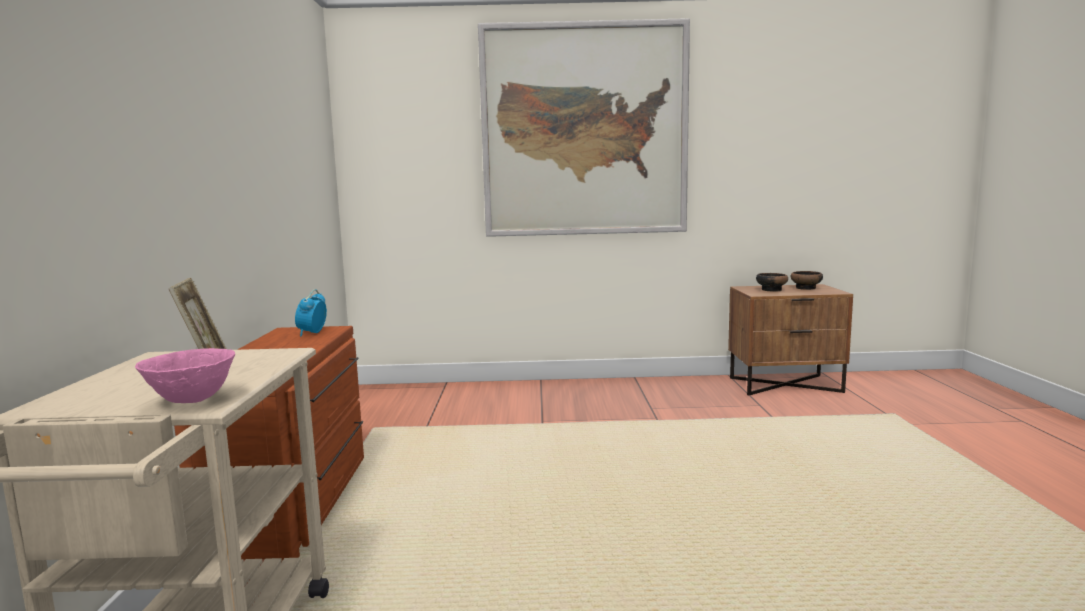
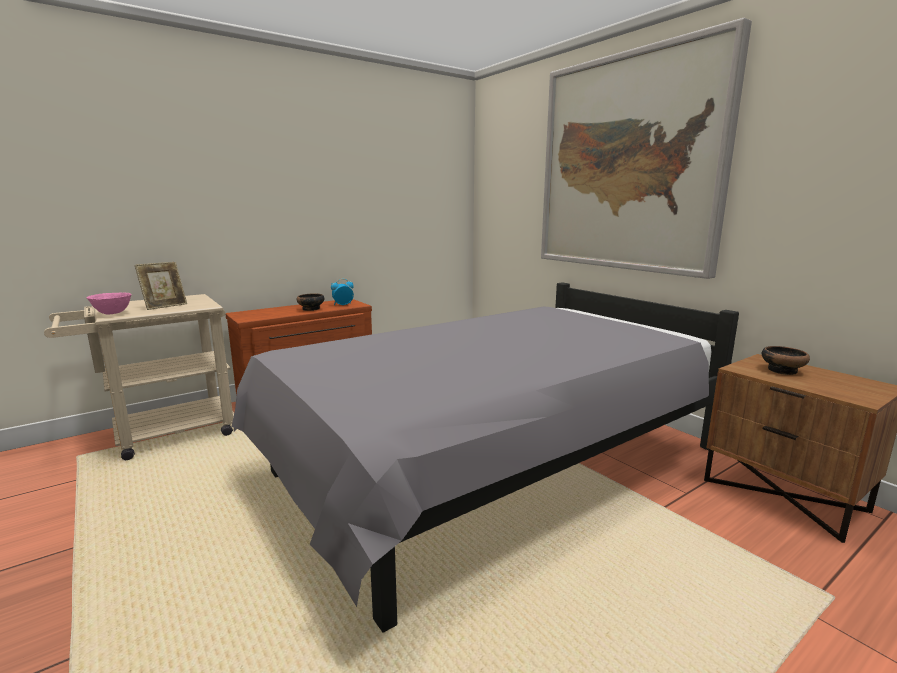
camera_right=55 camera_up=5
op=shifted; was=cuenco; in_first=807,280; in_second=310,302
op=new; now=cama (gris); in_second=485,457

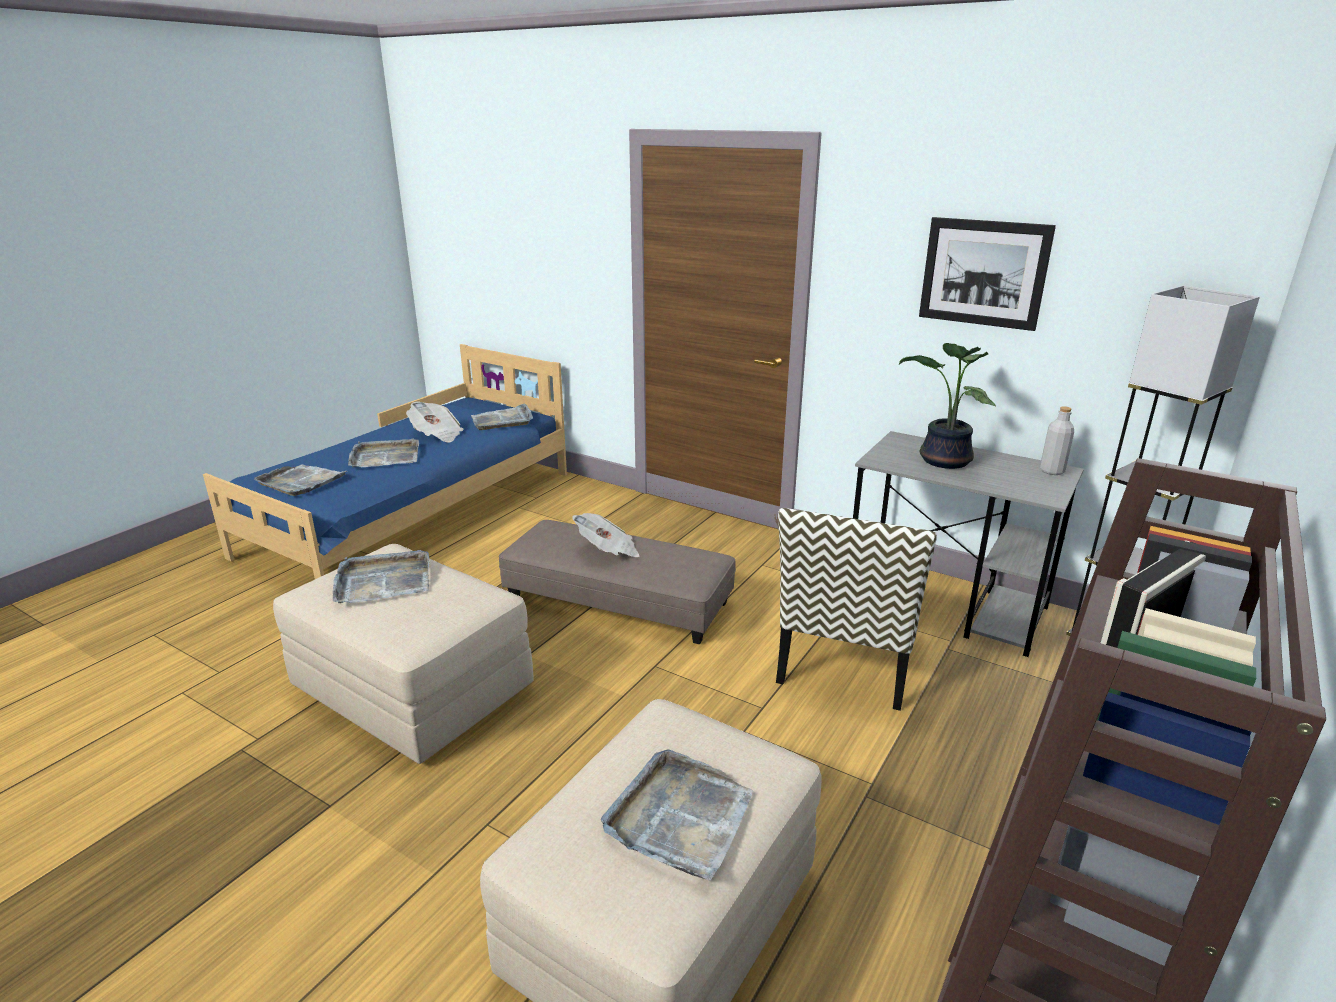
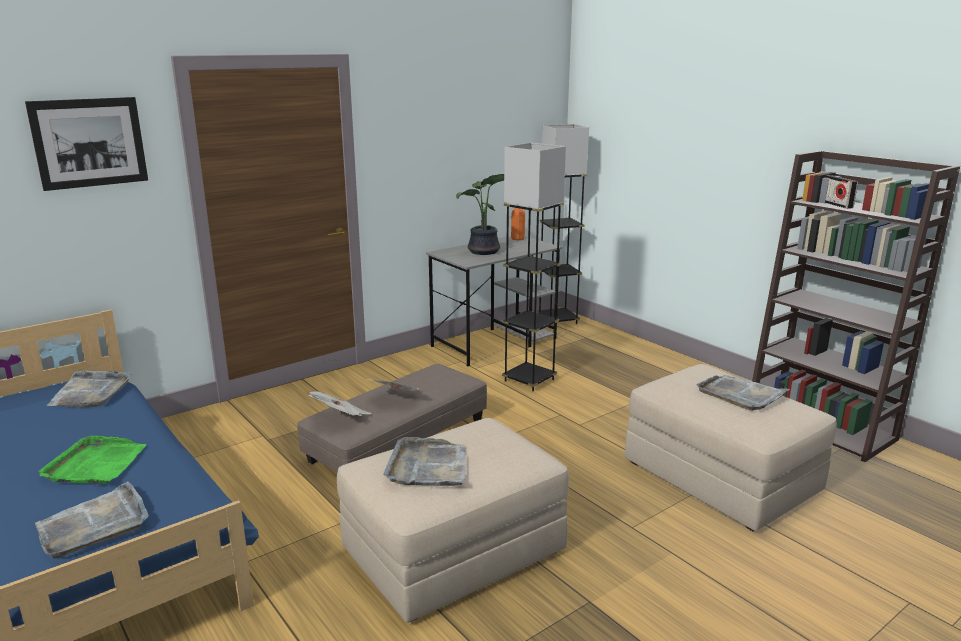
camera_right=-70 camera_up=-5
op=repainted; was=bandeja (gris); now=bandeja (verde); in_first=383,453; in_second=92,460
op=shifted; was=periódico; in_first=435,421; in_second=339,403
op=swapped; was=silla; now=lámpara de pie (gris); in_first=856,609; in_second=534,267
op=shifted; was=cuadro; in_first=987,274; in_second=86,144
op=repainted; was=botella (gris); now=botella (naranja); in_first=1057,440; in_second=518,222

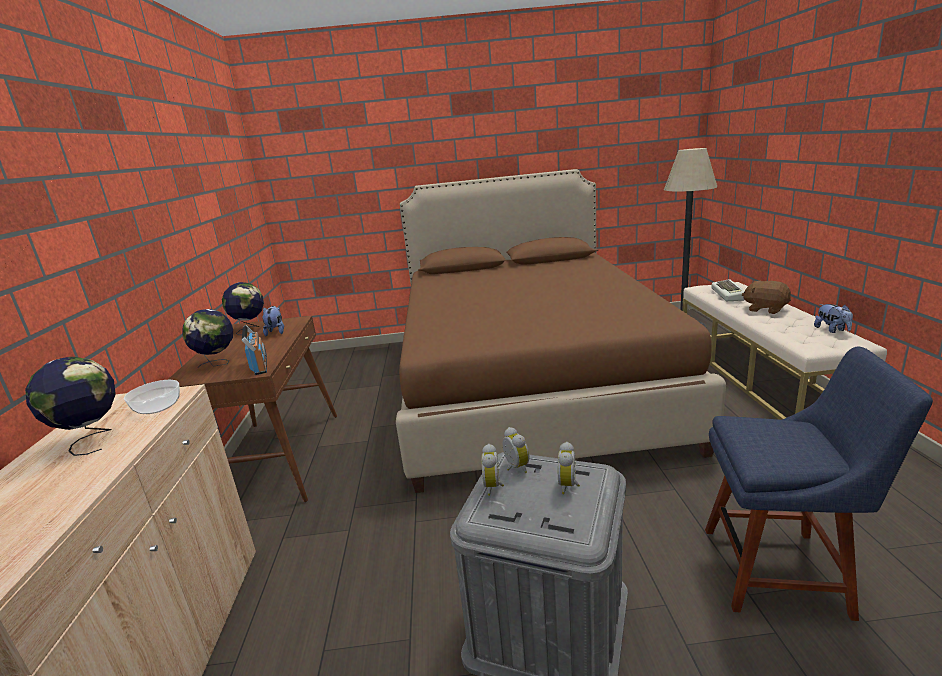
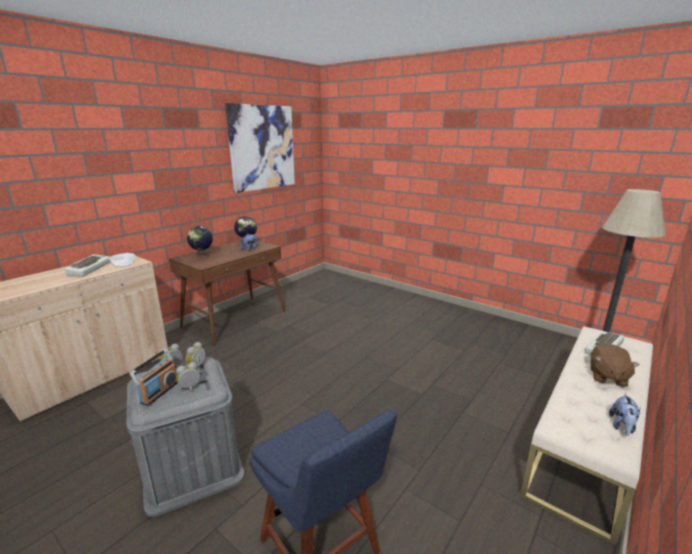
camera_right=40 camera_up=0
op=swapped; was=globo terráqueo; now=teclado; in_first=70,406; in_second=87,265
op=shifted; was=radio; in_first=254,350; in_second=153,377
op=gone; was=cama (marrón); in_first=561,331
op=rotated; was=peluche (marrón); in_first=766,297; in_second=614,365; clockwise=-150
op=new; now=cuadro; in_second=260,148

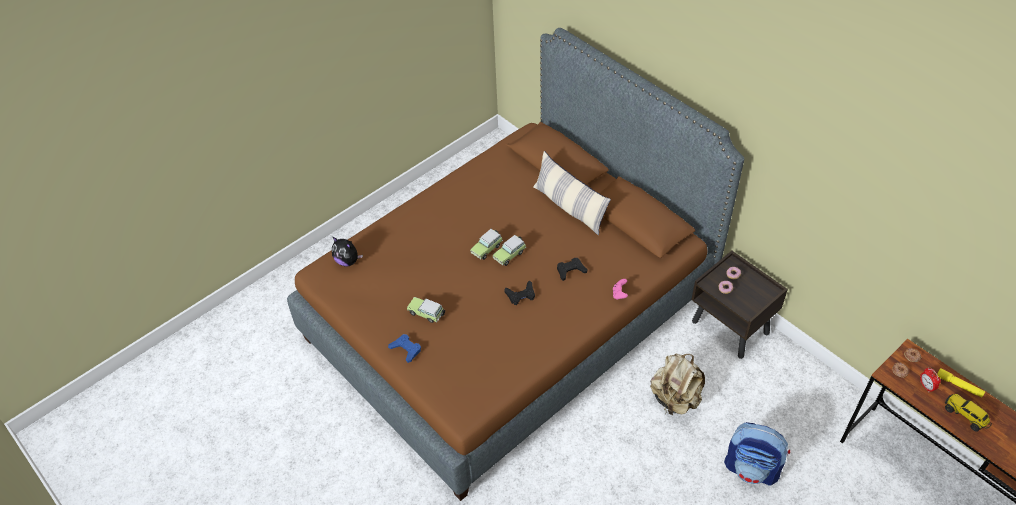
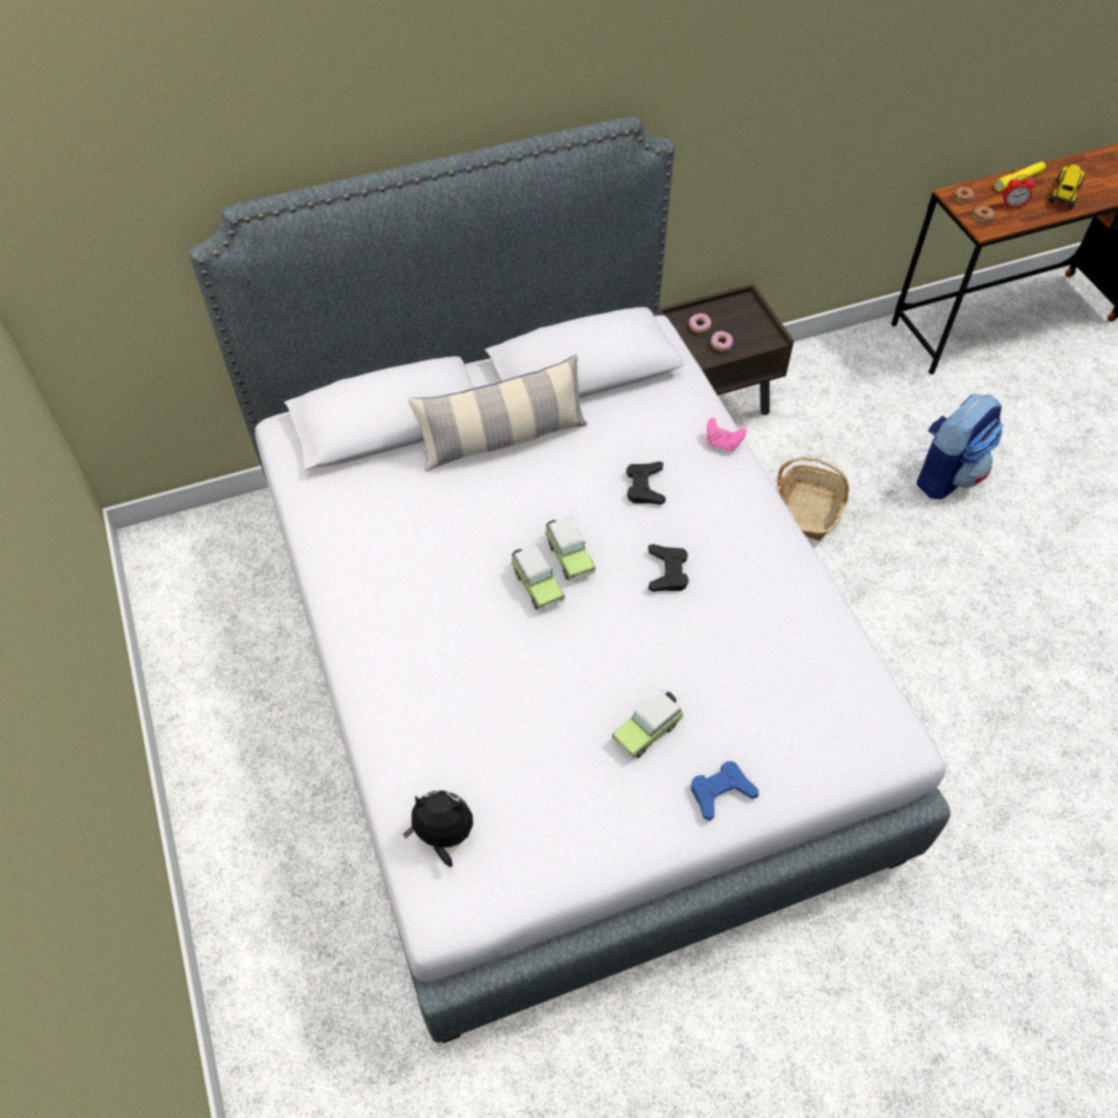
camera_right=-70 camera_up=5
op=repainted; was=cama (marrón); now=cama (gris); in_first=515,264; in_second=569,579
op=rotated; was=peluche; in_first=347,251; in_second=438,829; clockwise=-135
op=swapped; was=mochila (beis); now=cesta; in_first=677,384; in_second=813,498
op=rotated; was=camión de juguete; in_first=968,413; in_second=1066,186; clockwise=135

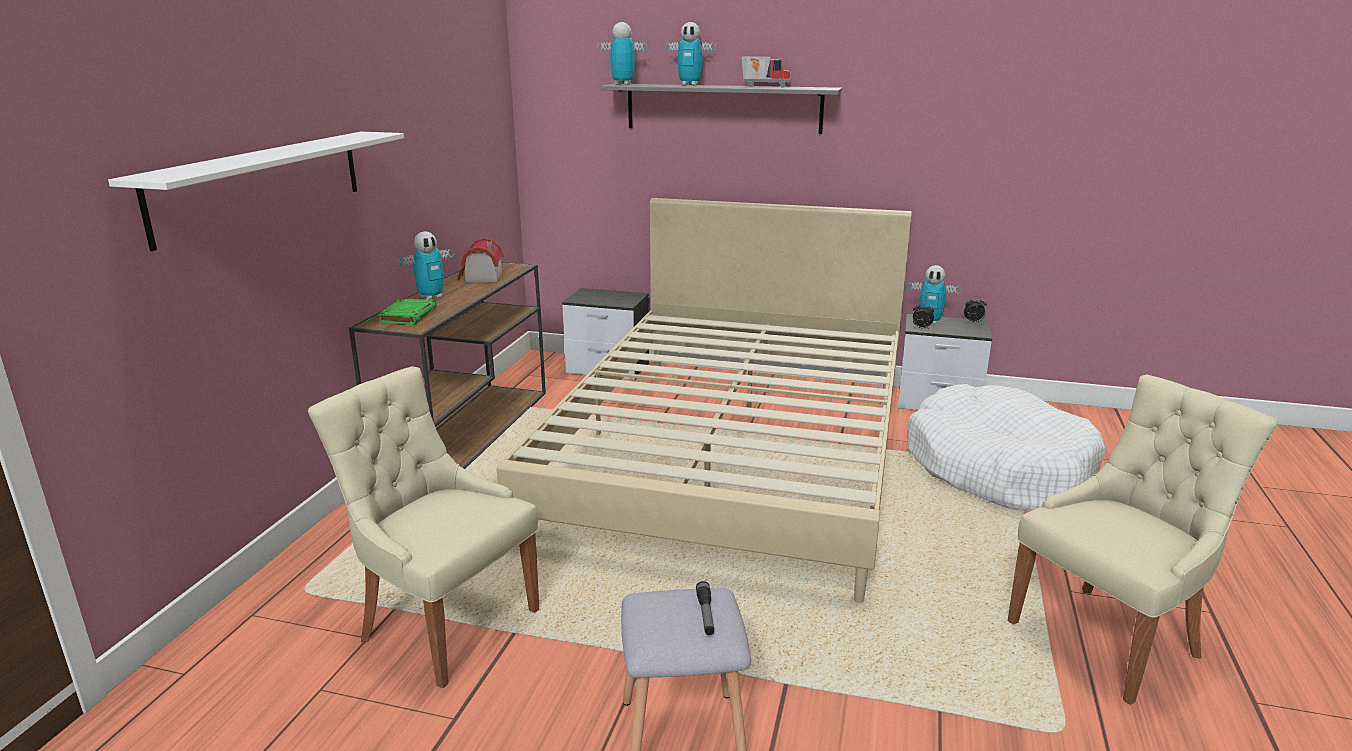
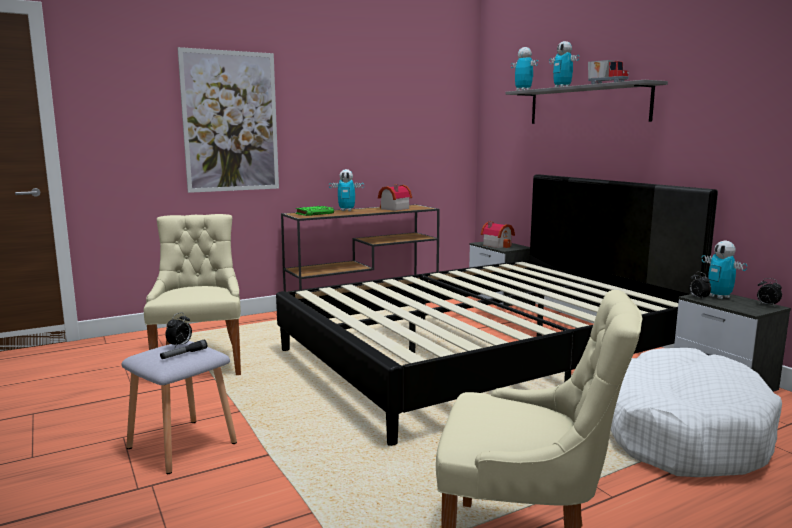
camera_right=45 camera_up=-10
op=swapped; was=estante (blanco); now=cuadro; in_first=256,191; in_second=228,120
op=repainted; was=cama (beis); now=cama (negro); in_first=704,401; in_second=497,310
op=new; now=despertador; in_second=179,330
op=new; now=casita; in_second=498,234

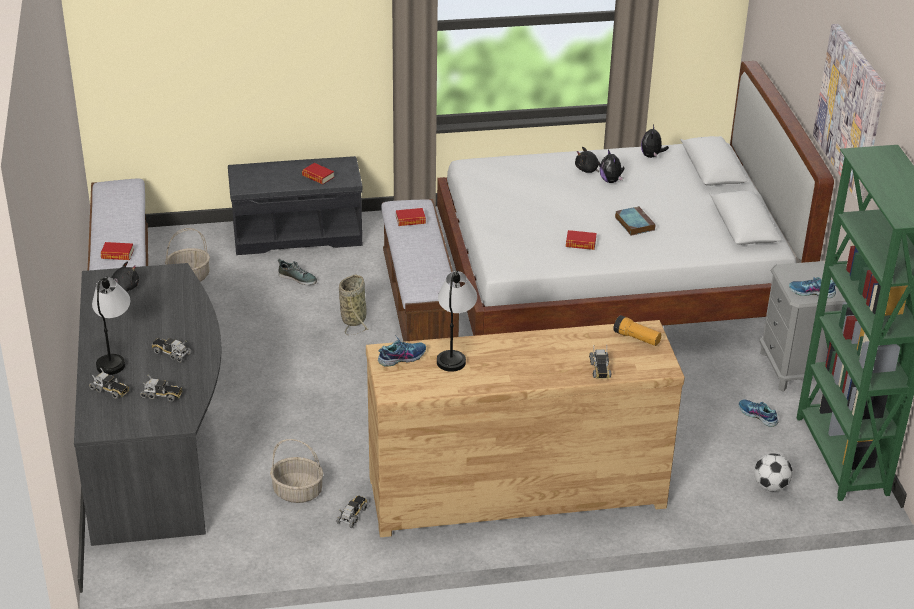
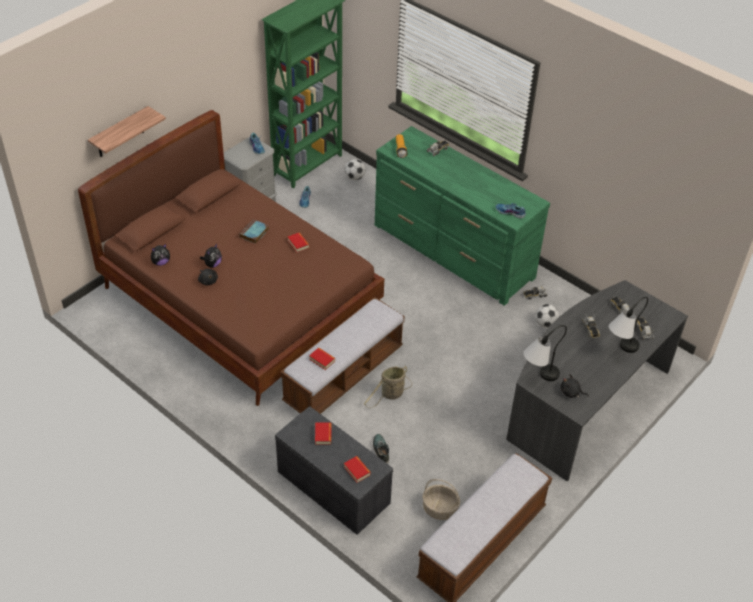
camera_right=-130 camera_up=10
op=shifted; was=libro; in_first=117,251; in_second=357,469
op=swapped; was=cesta; now=balón de fútbol; in_first=296,471; in_second=547,316
op=repainted; was=cómoda (marrón); now=cómoda (verde); in_first=525,428; in_second=462,216
op=repainted; was=cama (blanco); now=cama (marrón); in_first=635,198; in_second=231,258
op=shifted; was=lámpara de mesa; in_first=457,321; in_second=545,353
op=gone; was=cuadro; in_first=849,112
op=new; now=estante; in_second=127,131

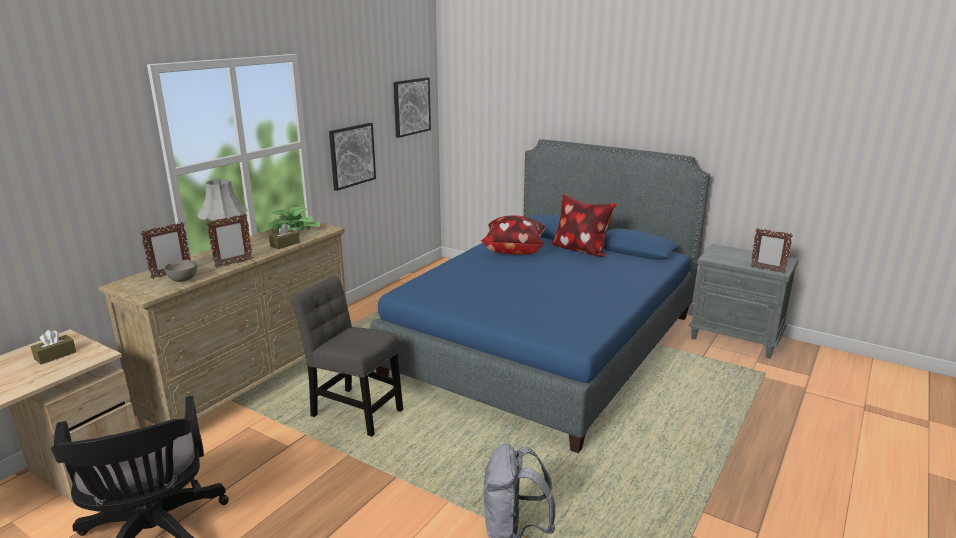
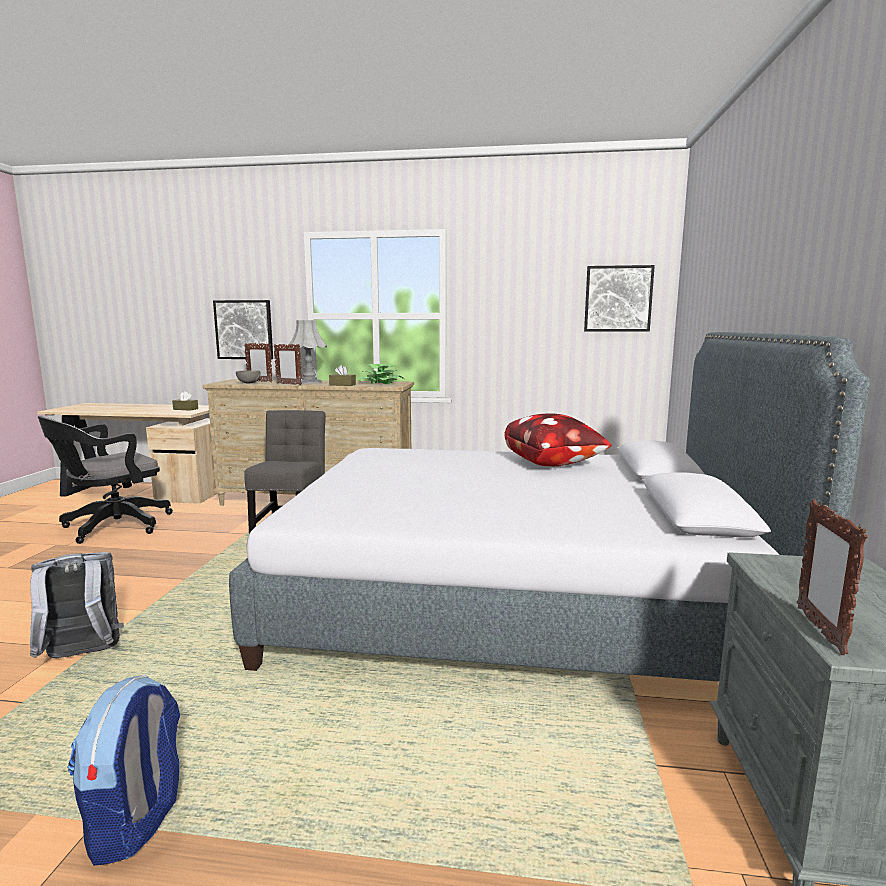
camera_right=65 camera_up=-10
op=shifted; was=cuadro; in_first=352,157; in_second=243,329
op=repainted; was=cama (azul); now=cama (gris); in_first=540,296; in_second=549,507
op=gone; was=cojín; in_first=584,225
op=new; now=mochila; in_second=123,770

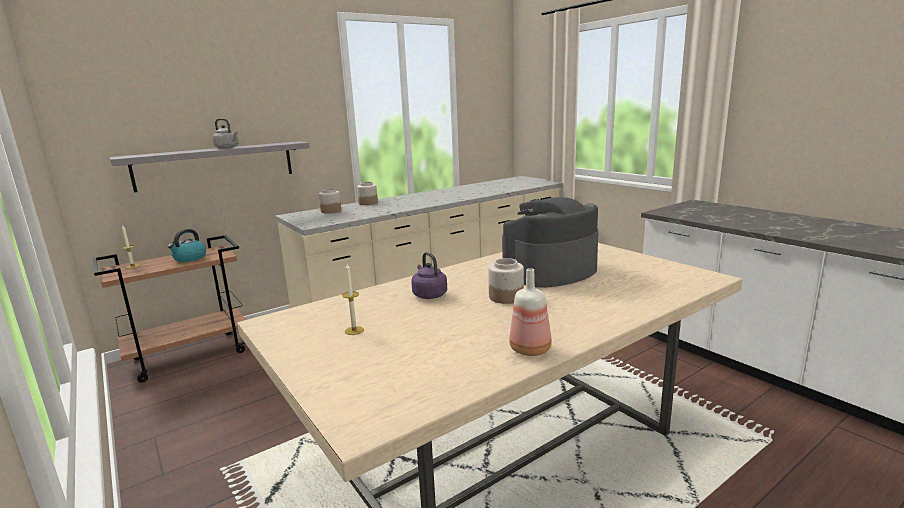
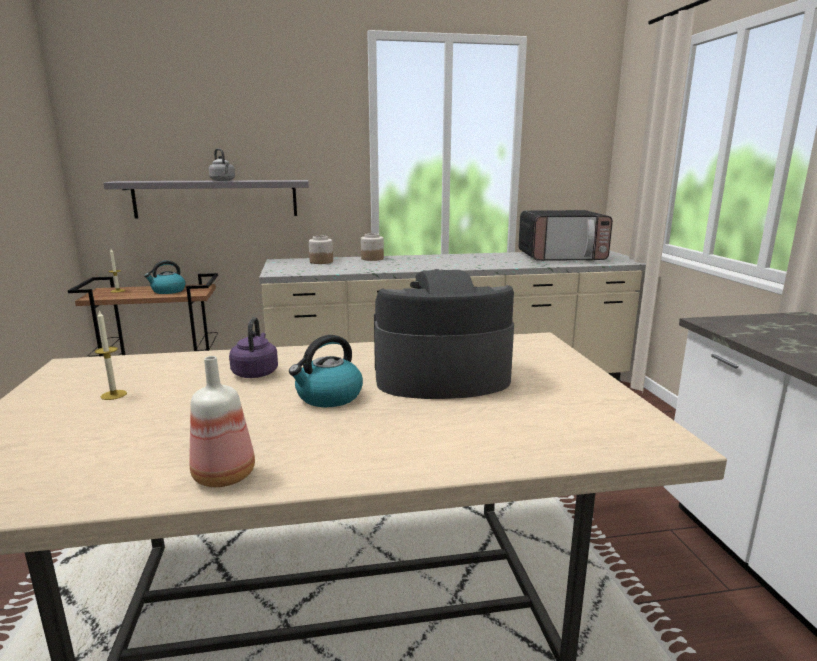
camera_right=25 camera_up=0
op=swapped; was=tarro; now=hervidor; in_first=506,281; in_second=326,371
op=new; now=microondas; in_second=565,235

